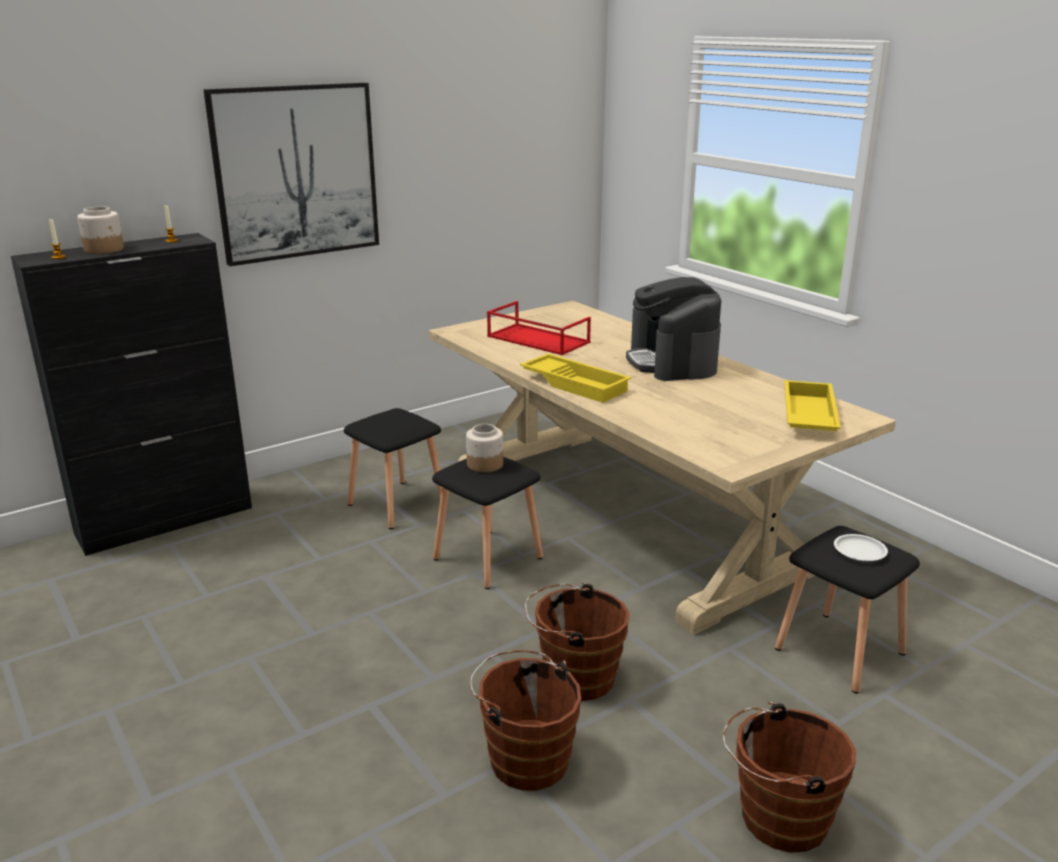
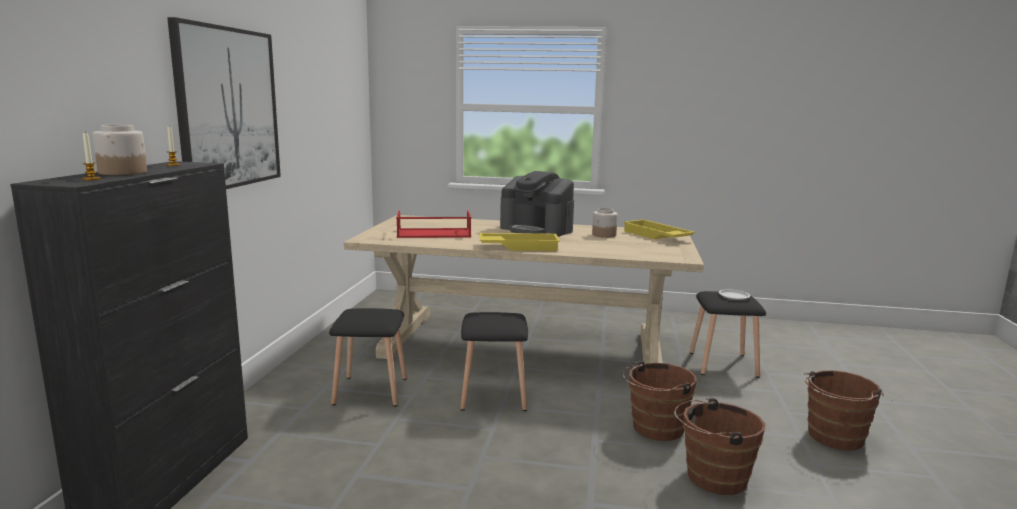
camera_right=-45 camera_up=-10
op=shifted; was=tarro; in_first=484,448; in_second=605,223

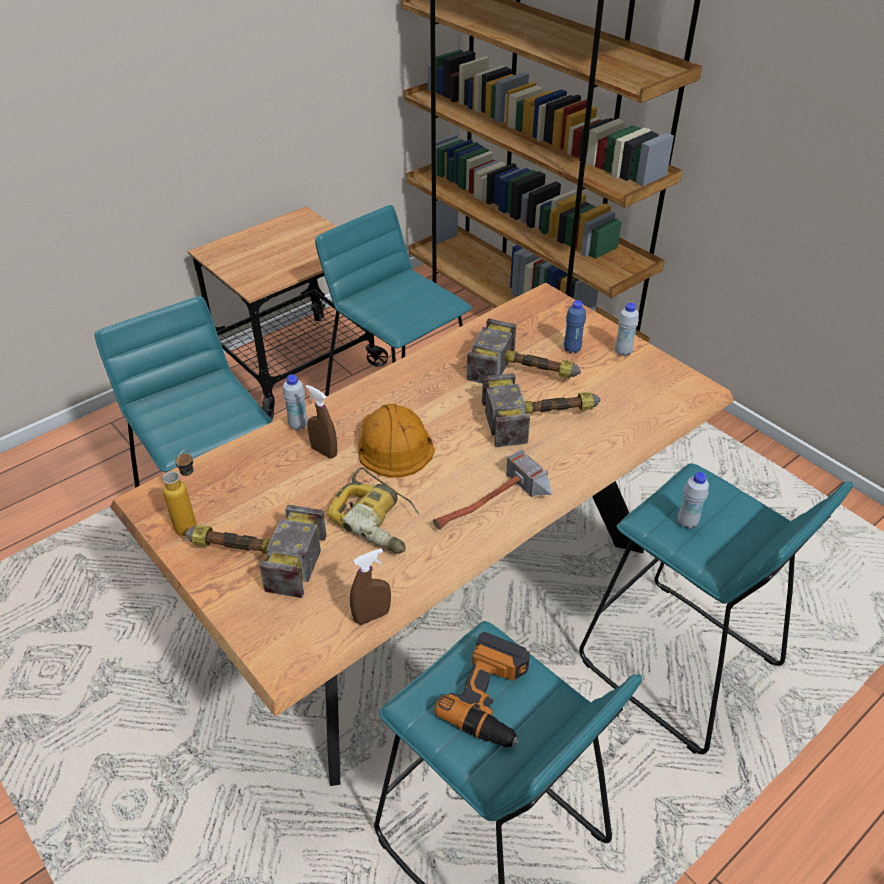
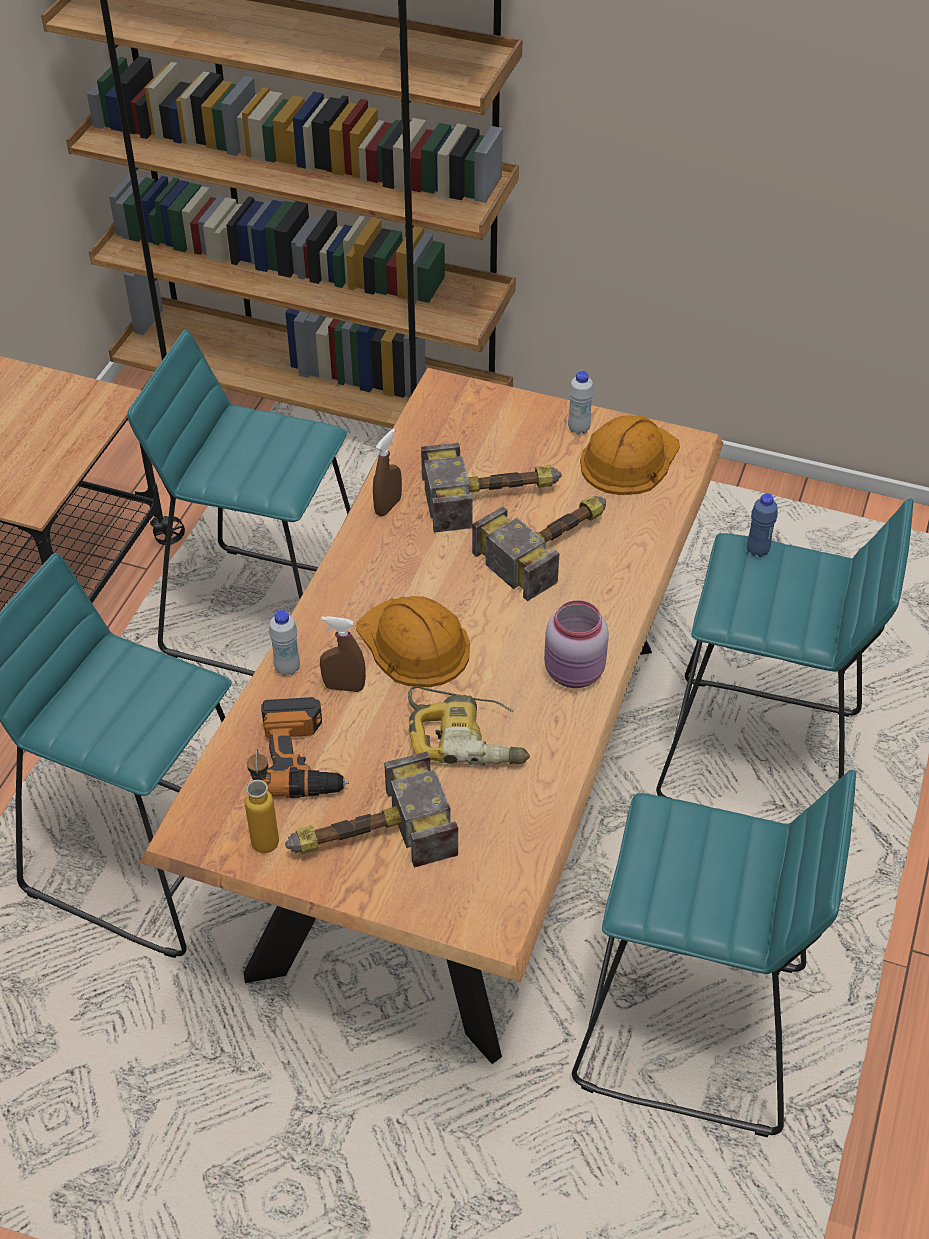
camera_right=-30 camera_up=5
op=shifted; was=pulverizador (marrón); in_first=370,586; in_second=387,472
op=swapped; was=martillo; now=tarro (rosa); in_first=492,489; in_second=576,644
op=shifted; was=taladro; in_first=482,689; in_second=305,747
op=shifted; was=botella (azul); in_first=575,326; in_second=762,525
op=gone; was=botella (blanco); in_first=693,500
op=new; now=casco (naranja); in_second=630,455

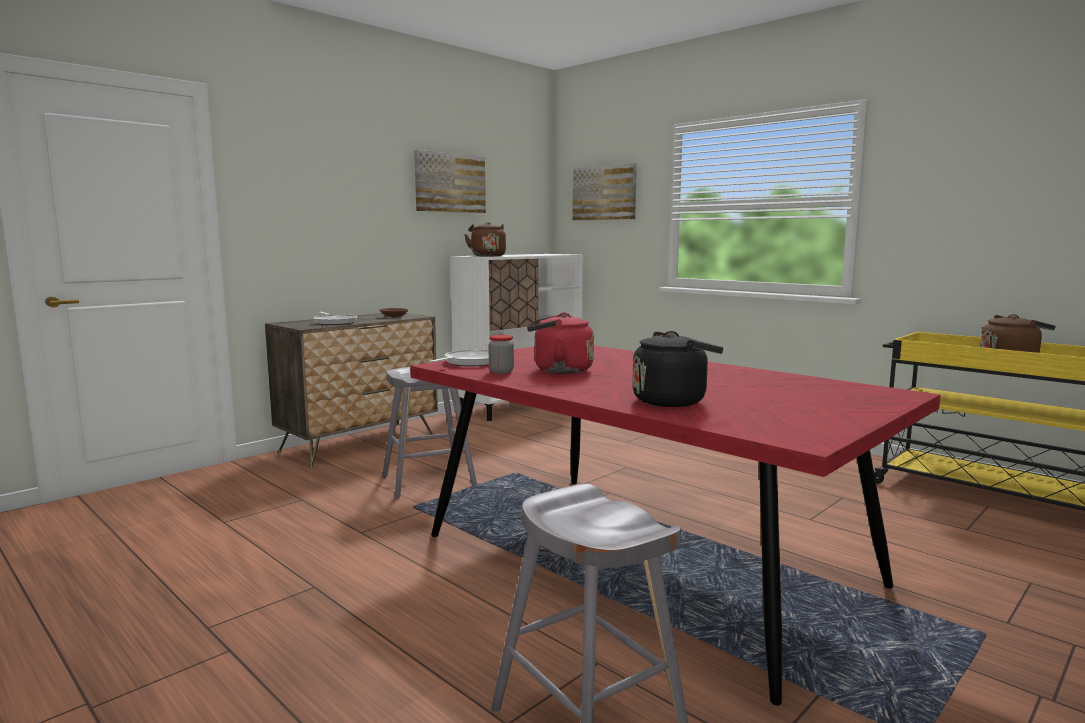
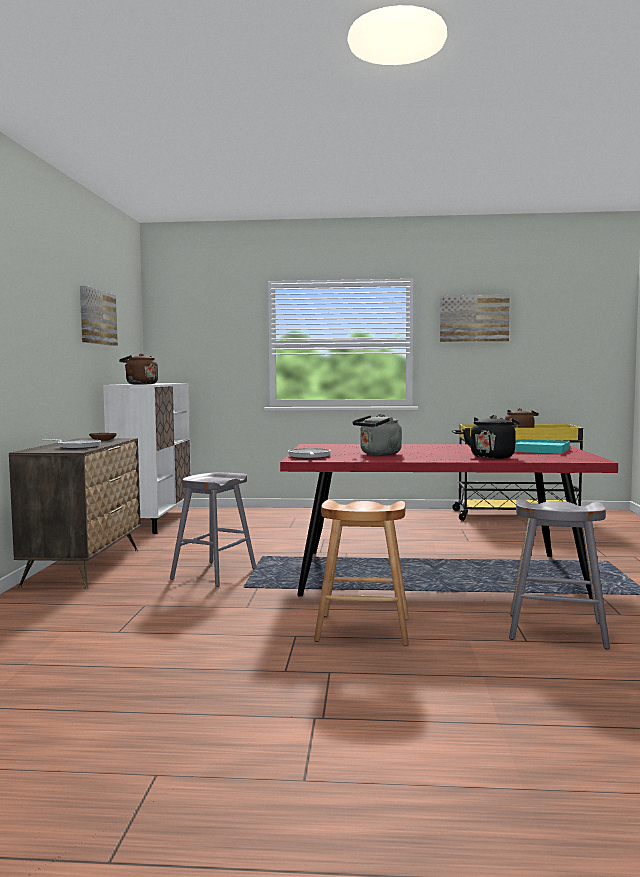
camera_right=-40 camera_up=-5
op=gone; was=tarro; in_first=501,354
op=repainted; was=hervidor (rojo); now=hervidor (gris); in_first=560,343; in_second=377,434
op=shifted; was=cuadro; in_first=604,191; in_second=475,318
op=new; now=taburete (marrón); in_second=361,573
op=new; now=bandeja (turquesa); in_second=542,446

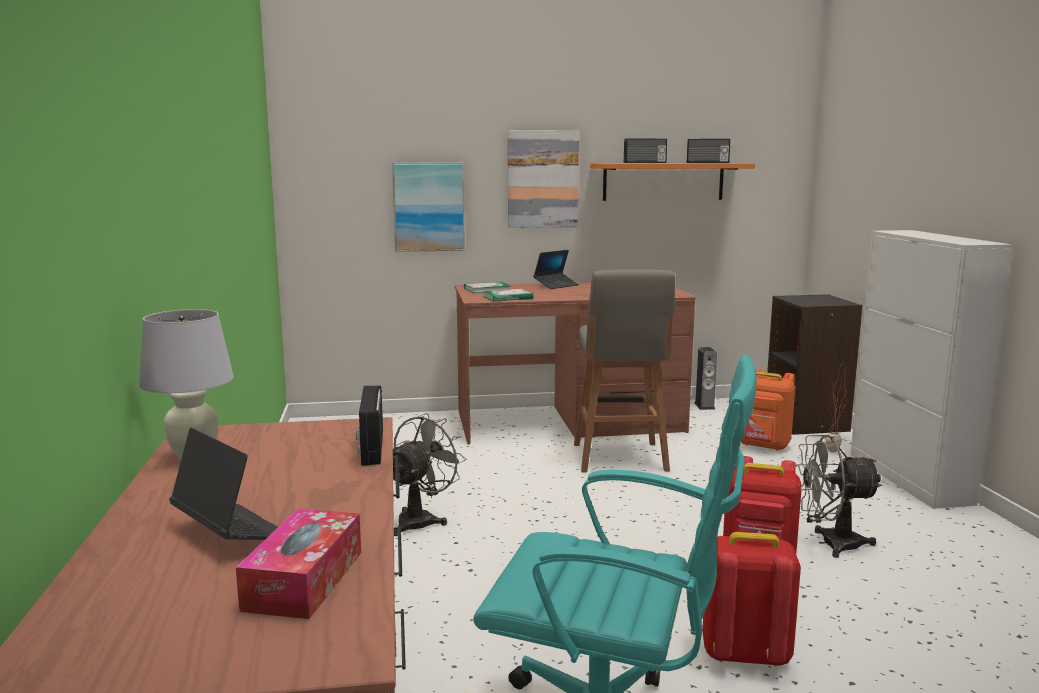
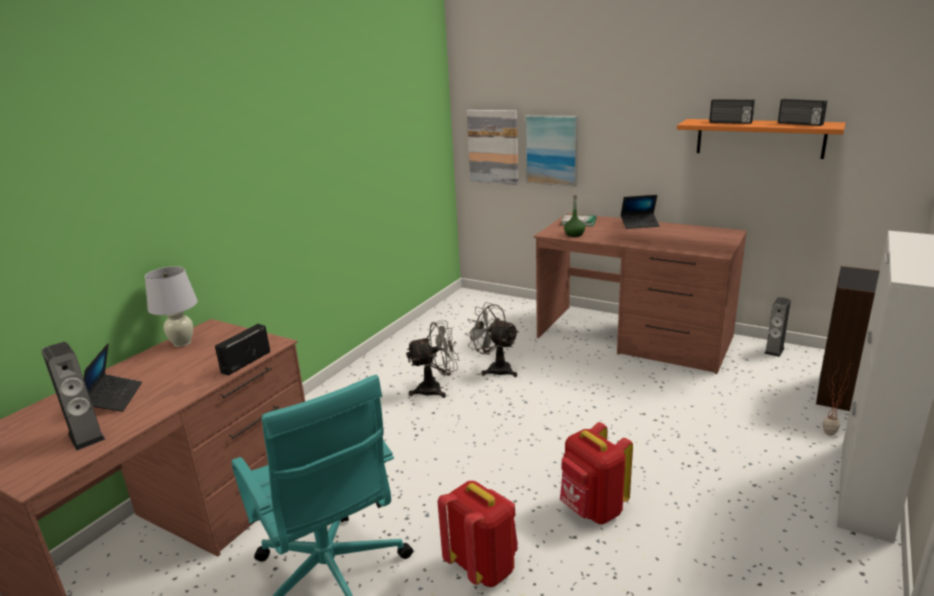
camera_right=40 camera_up=10
op=swapped; was=caja de pañuelos; now=altavoz; in_first=298,564; in_second=73,396
op=swapped; was=libro; now=botella (verde); in_first=508,295; in_second=574,216
op=shifted; was=cuadro; in_first=543,179; in_second=492,147
op=gone; was=taburete (gris); in_first=624,370
op=gone; was=mochila (naranja); in_first=768,410
op=shifted; was=ventilador (gris); in_first=839,496; in_second=492,339

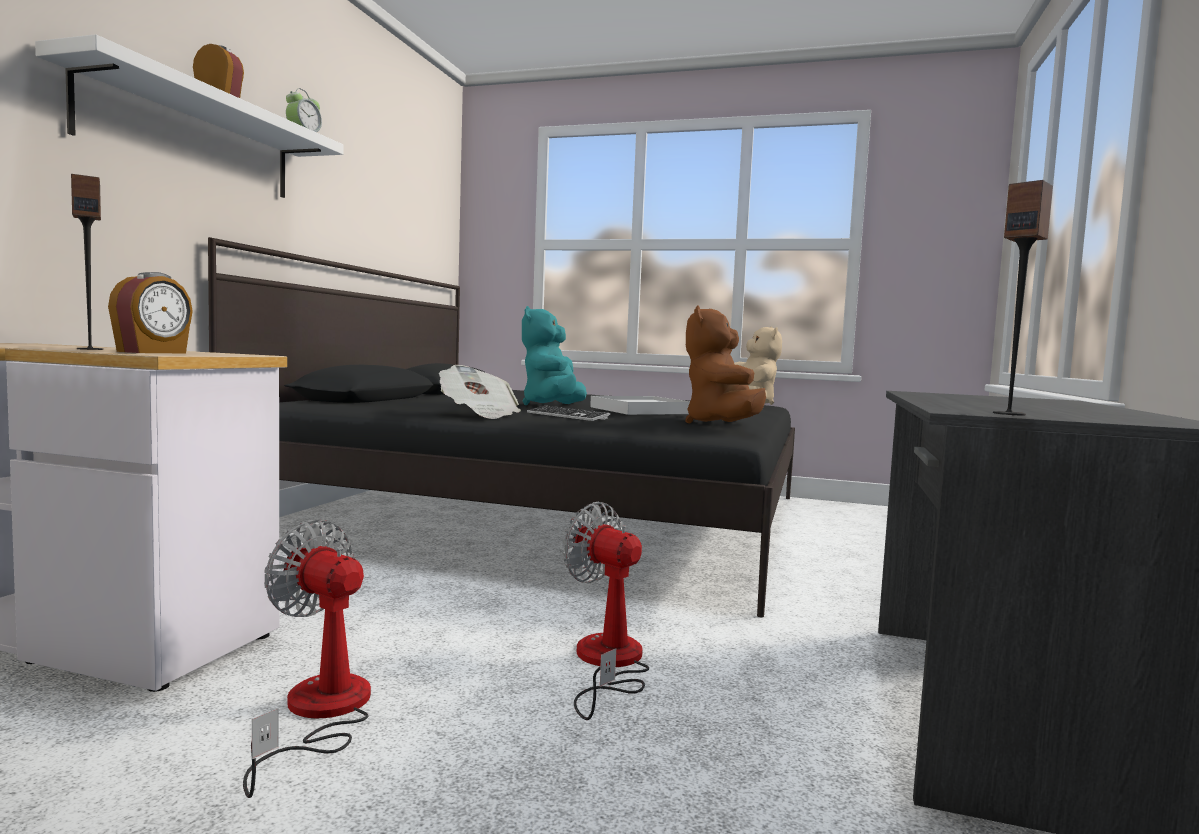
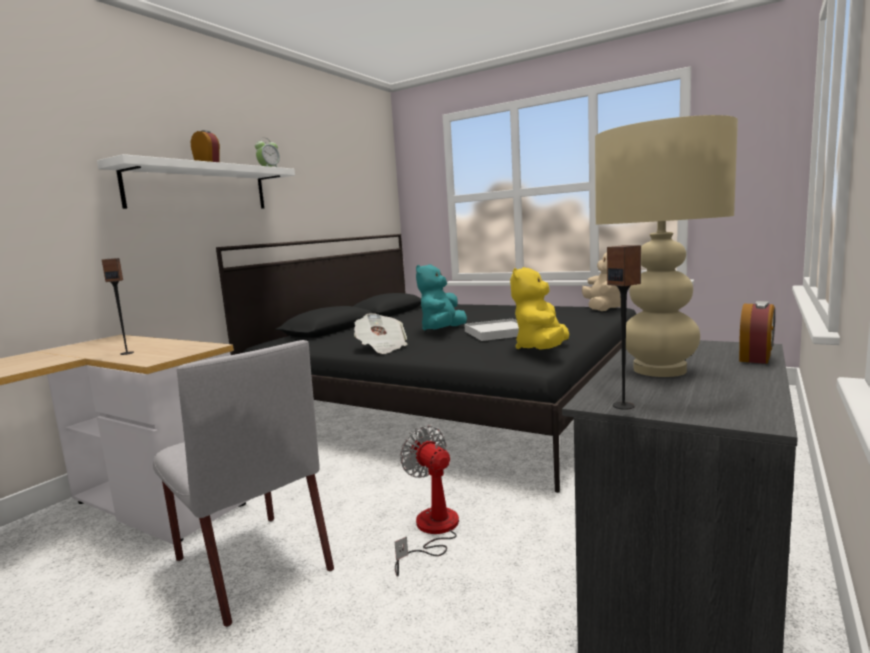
camera_right=15 camera_up=5
op=shifted; was=despertador; in_first=150,312; in_second=757,332
op=swapped; was=ventilador; now=silla (gris); in_first=307,658; in_second=243,483
op=gone; was=teclado; in_first=568,413
op=repainted; was=peluche (marrón); now=peluche (amarillo); in_first=725,364; in_second=539,308
op=new; now=lámpara de mesa (beis); in_second=666,246

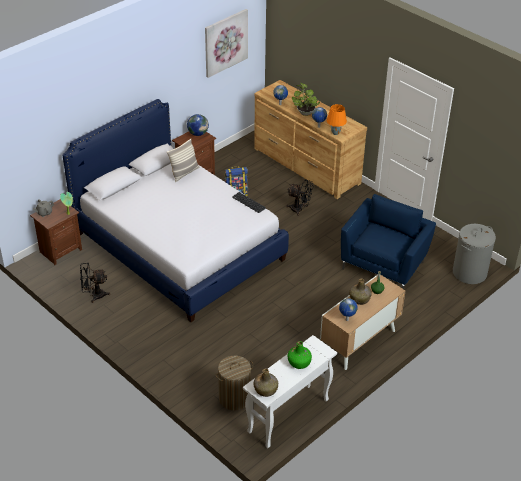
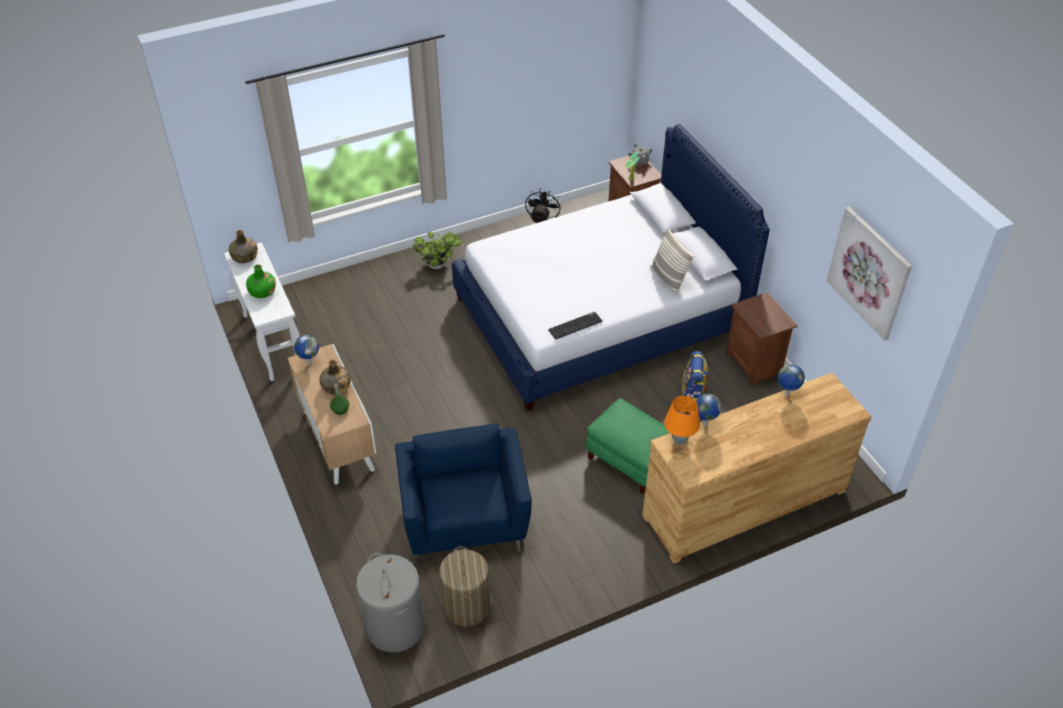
camera_right=110 camera_up=5
op=gone; was=globo terráqueo; in_first=198,125
op=shifted; was=cesto de la ropa; in_first=234,383; in_second=464,586
op=swapped; was=ventilador (negro); now=puf (verde); in_first=300,197; in_second=628,446
op=shifted; was=planta en maceta; in_first=306,99; in_second=437,250
op=rotated; was=sillón (azul); in_first=388,241; in_second=463,494; clockwise=-150

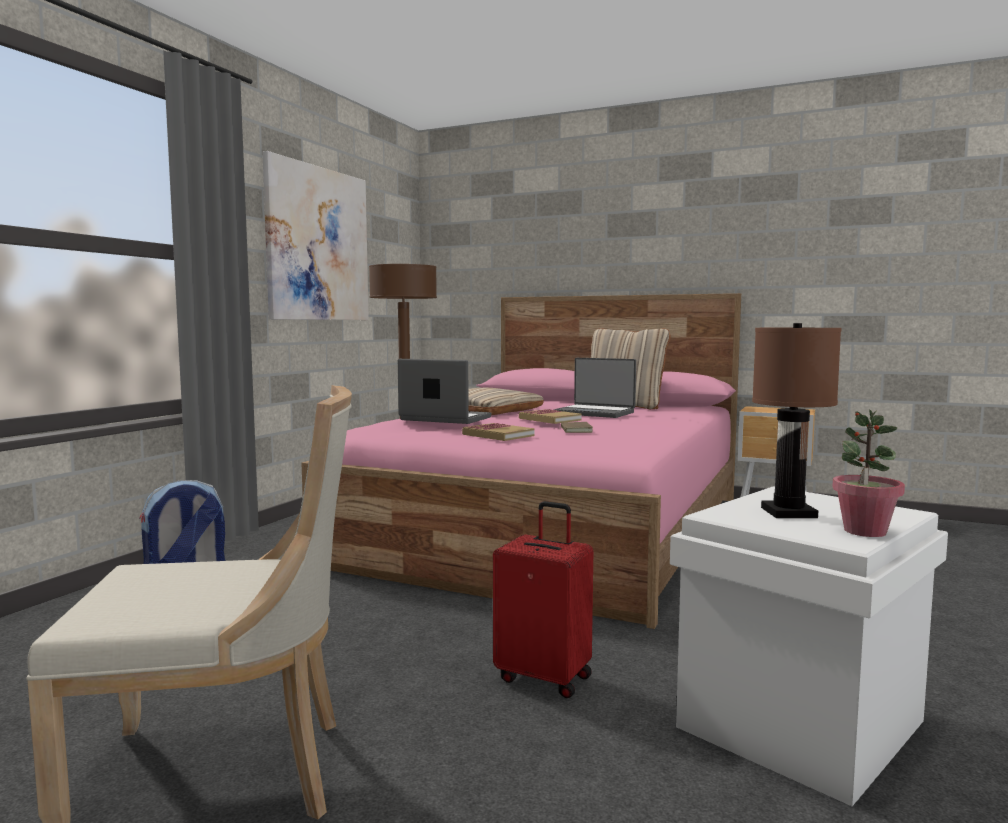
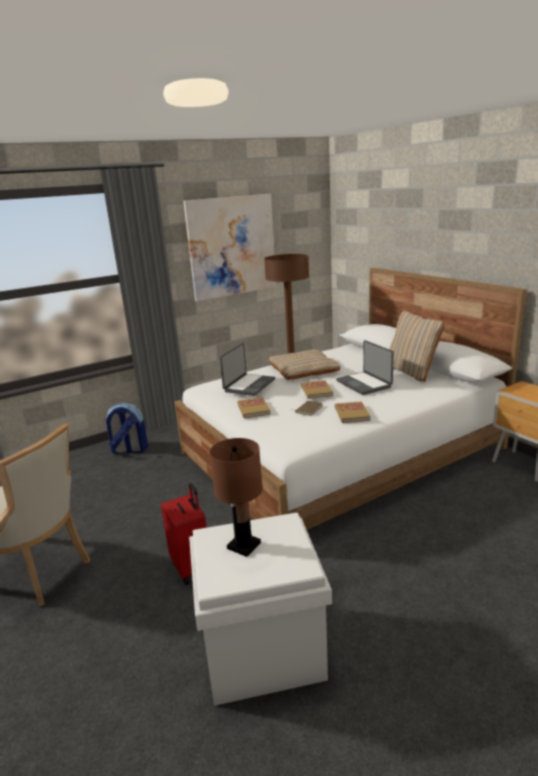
camera_right=35 camera_up=15
op=repainted; was=cama (rosa); now=cama (blanco); in_first=521,461; in_second=350,399
op=rotated; was=portátil; in_first=444,391; in_second=247,369; clockwise=60
op=gone; was=planta en maceta; in_first=868,473
op=new; now=libro; in_second=353,412

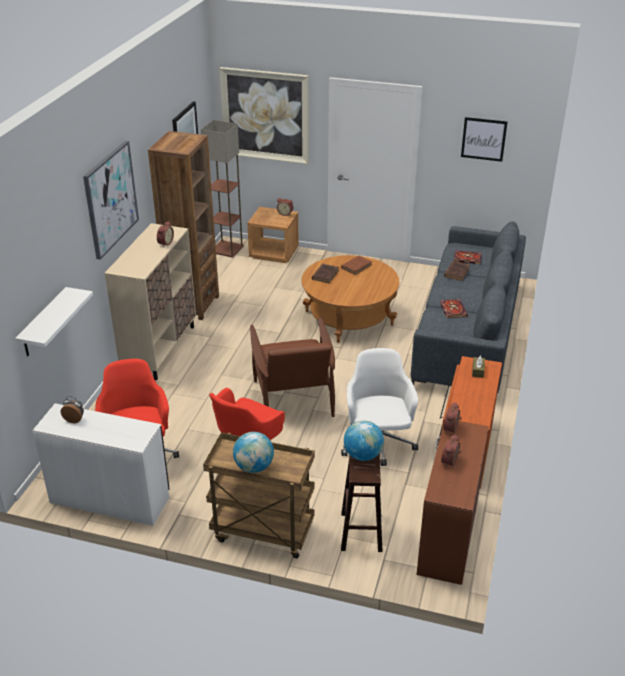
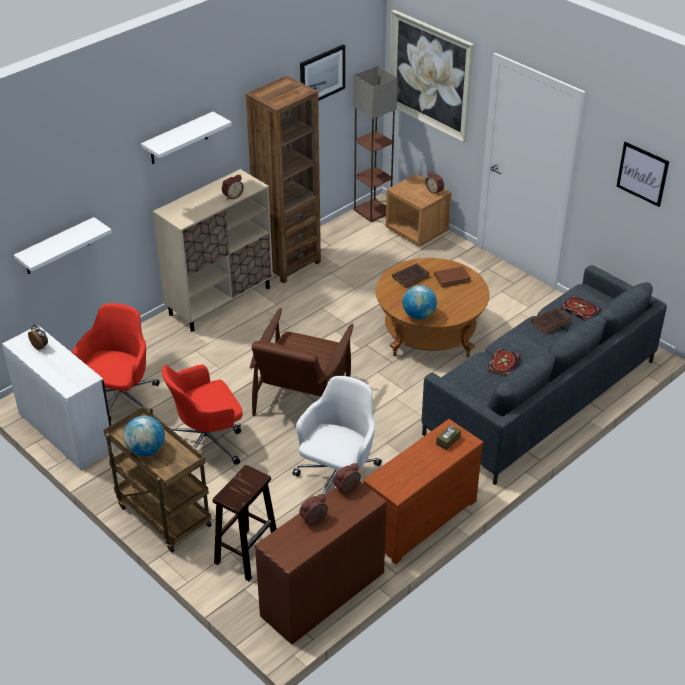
camera_right=30 camera_up=5
op=swapped; was=cuadro; now=estante (blanco); in_first=111,200; in_second=186,138
op=shifted; was=globo terráqueo; in_first=364,441; in_second=420,302

